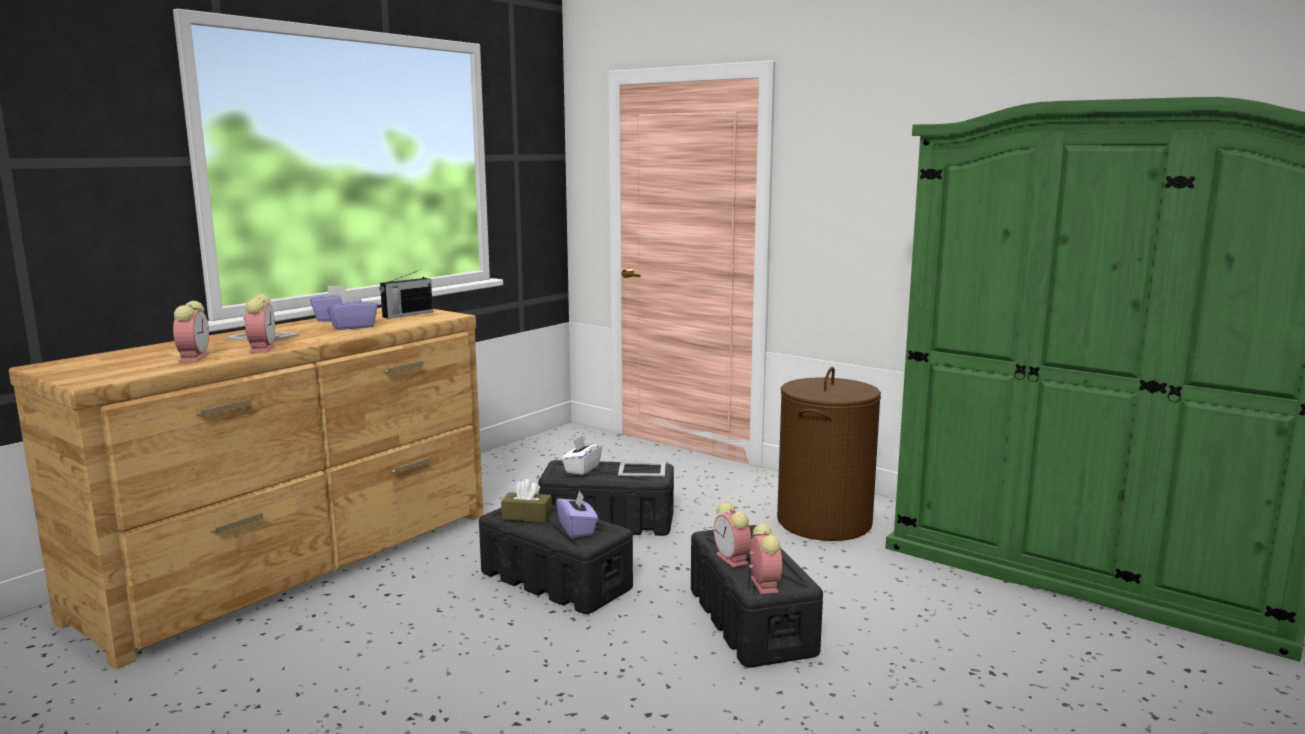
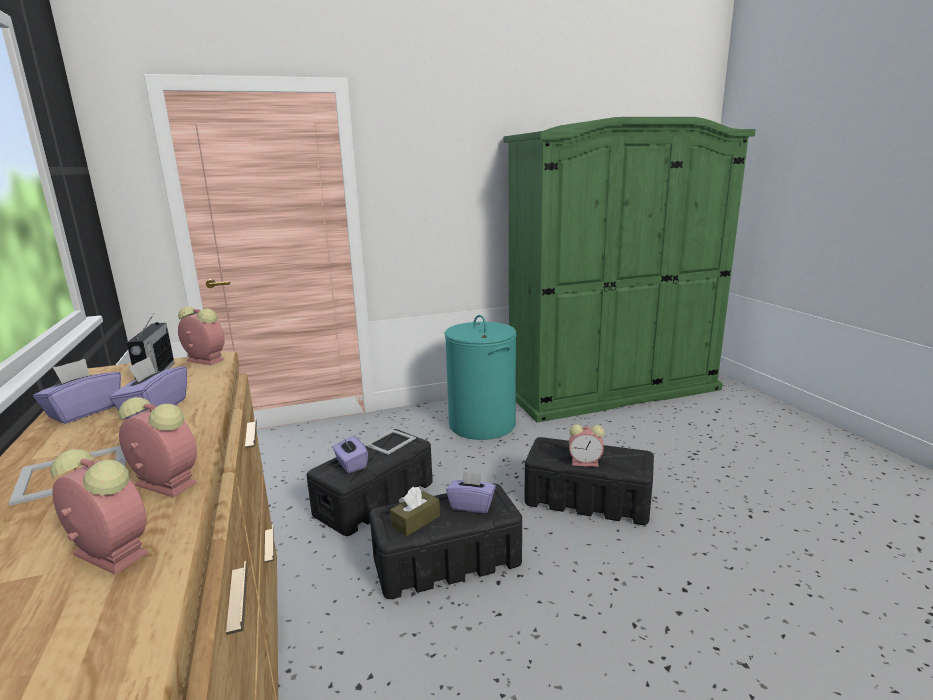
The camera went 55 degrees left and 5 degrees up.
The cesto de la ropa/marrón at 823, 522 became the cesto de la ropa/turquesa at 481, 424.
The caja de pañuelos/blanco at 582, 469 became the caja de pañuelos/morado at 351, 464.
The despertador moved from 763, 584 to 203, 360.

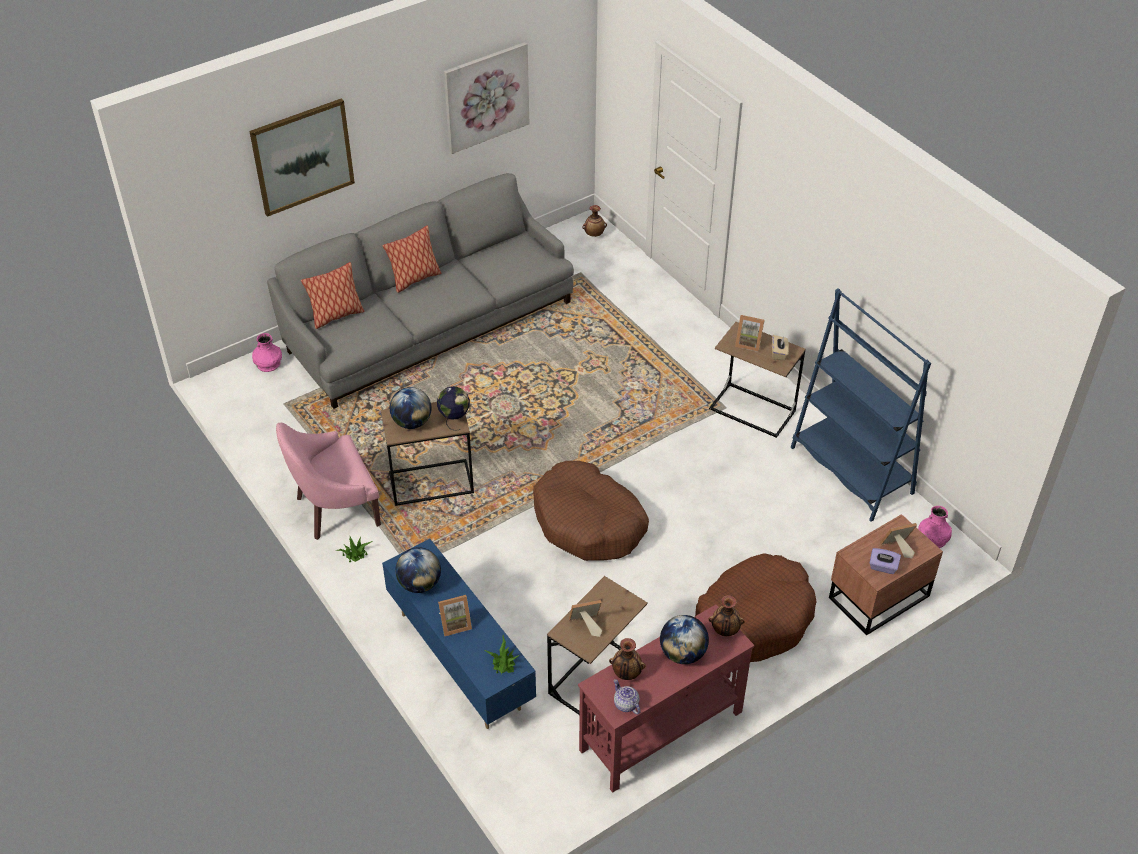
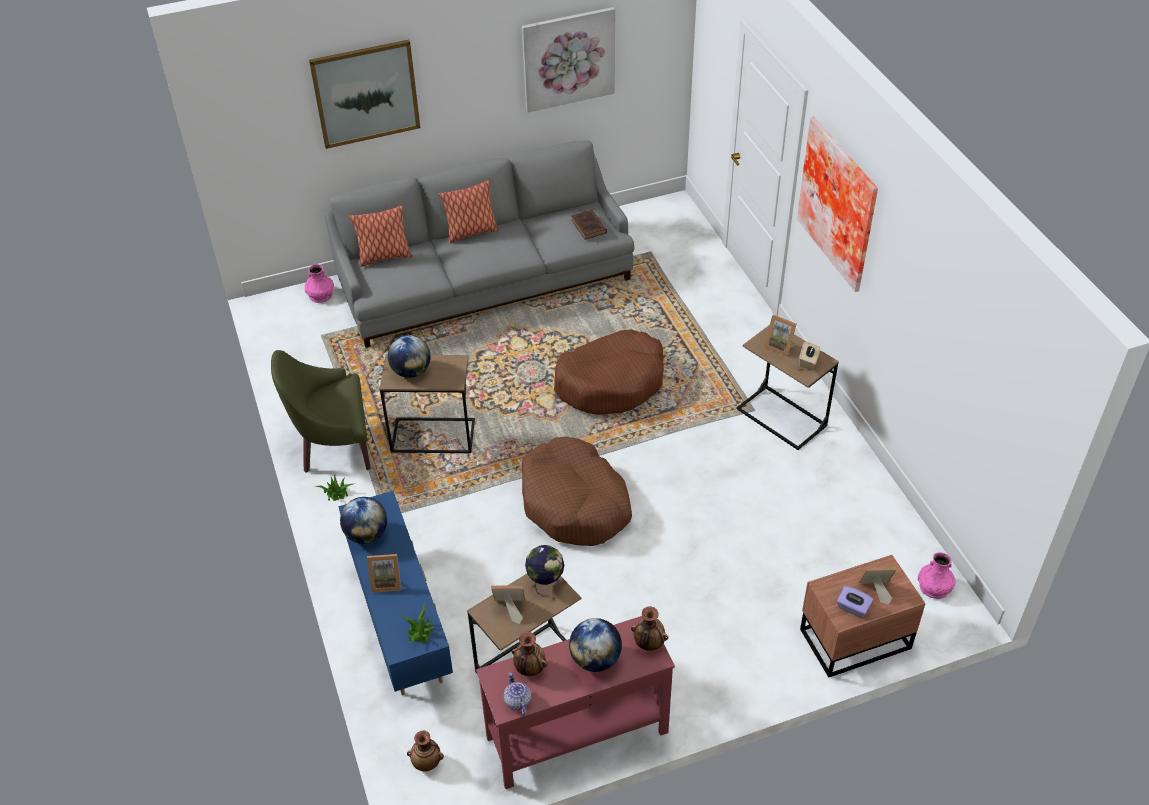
The camera went 15 degrees right and 0 degrees up.
The florero moved from 594, 234 to 427, 762.
The estantería/azul at 851, 470 disappeared.
The globo terráqueo moved from 454, 420 to 545, 582.
The sillón/rosa at 335, 508 became the sillón/verde at 333, 445.
The cama para perro/marrón moved from 754, 618 to 611, 382.
The cuadro at 841, 203 appeared.
The libro/marrón at 589, 227 appeared.

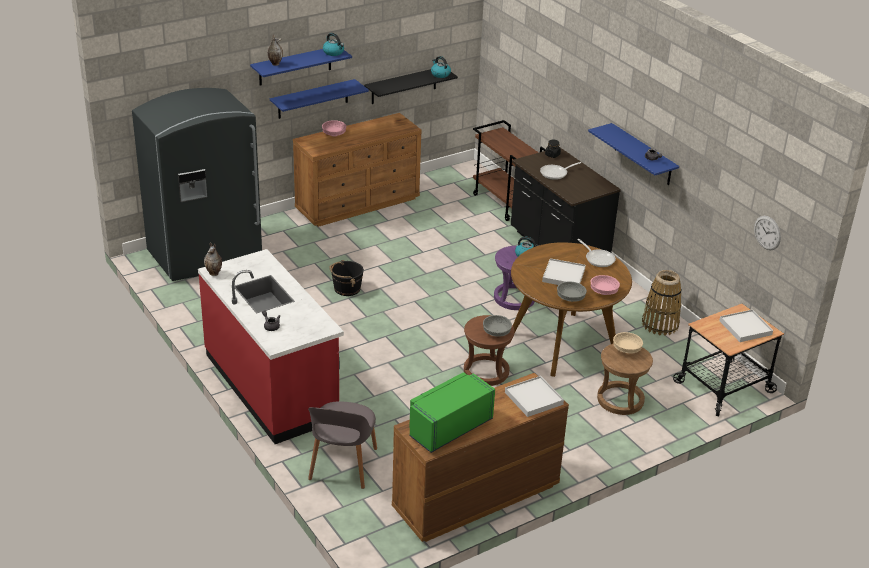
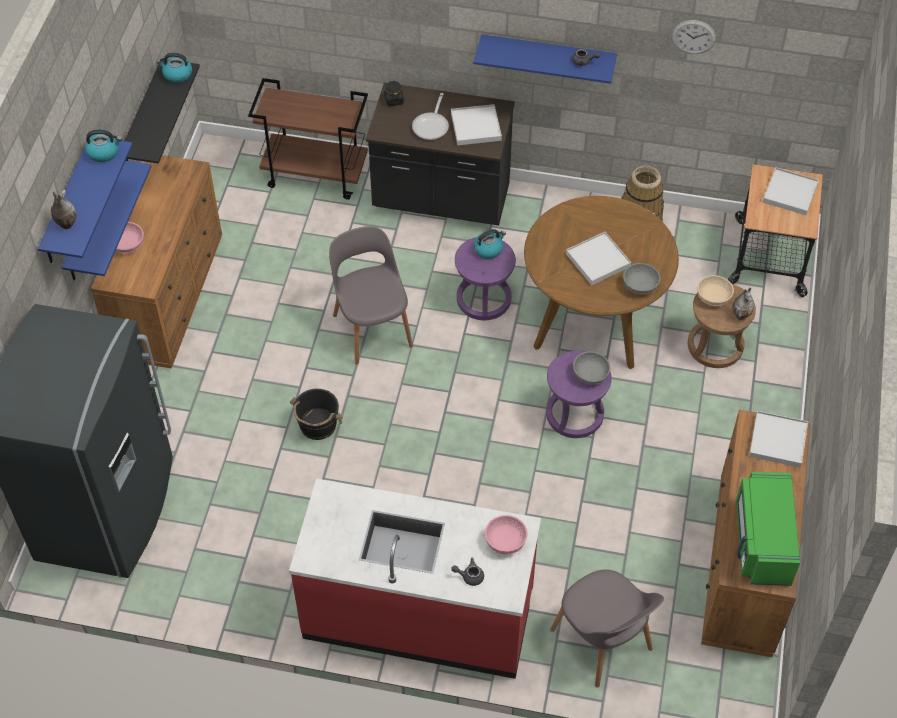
The camera went 45 degrees left and 20 degrees up.
The reloj de pared moved from 767, 232 to 693, 37.
The sartén at 598, 259 disappeared.
The florero moved from 214, 273 to 741, 315.
The cuenco/rosa moved from 604, 292 to 506, 541.
The taburete/marrón at 486, 371 became the taburete/morado at 574, 414.
The bandeja/blanco at 476, 127 appeared.
The silla/gris at 372, 328 appeared.

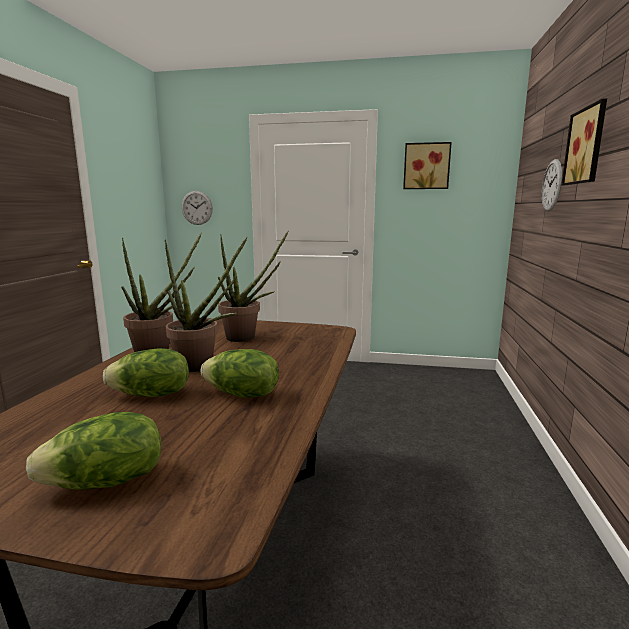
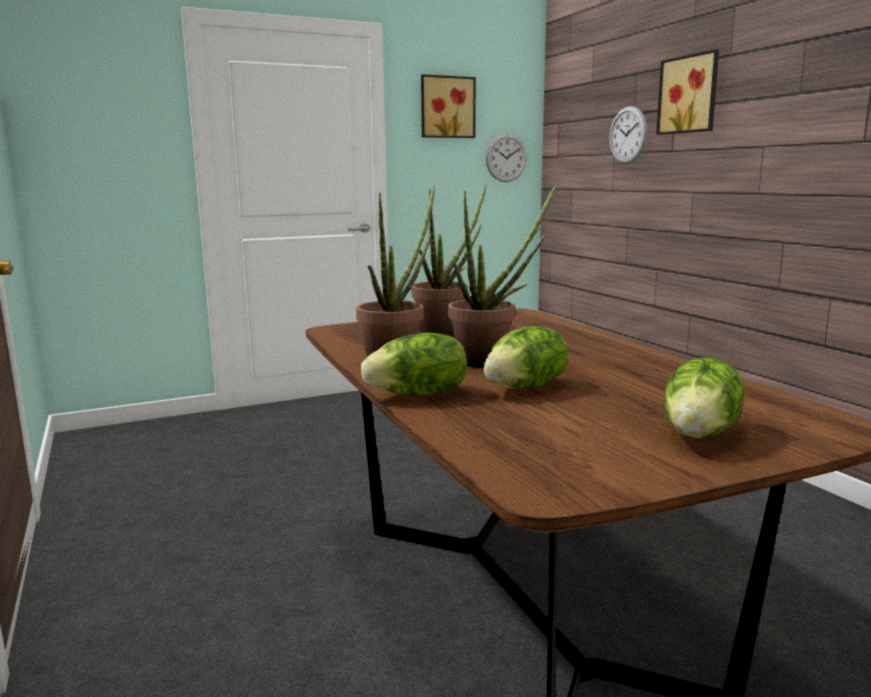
The camera went 35 degrees left and 0 degrees up.
The reloj de pared moved from 197, 208 to 506, 158.
The lechuga moved from 242, 394 to 418, 395.

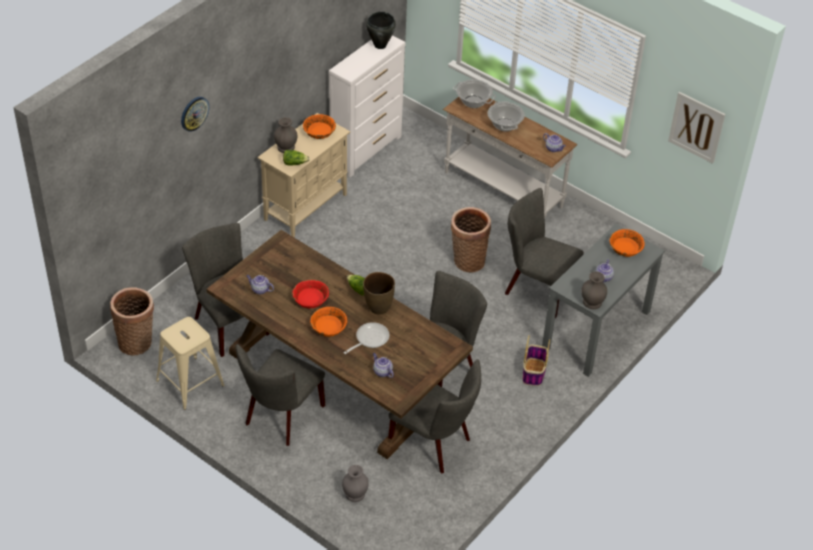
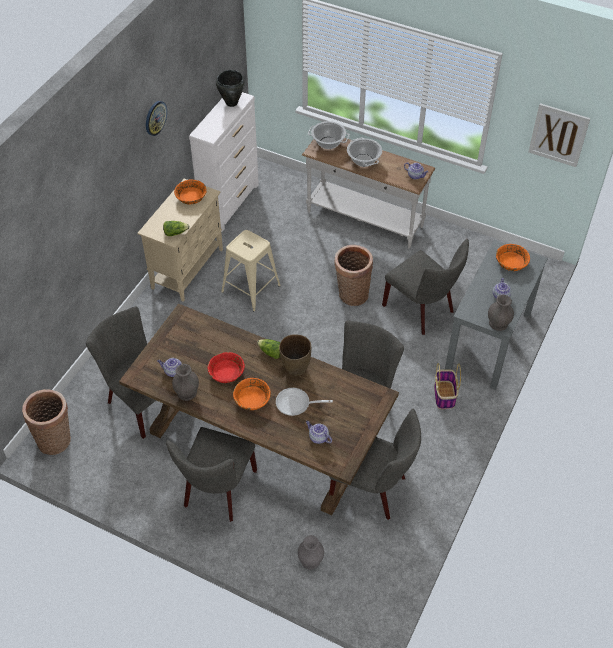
The camera went 10 degrees left and 5 degrees up.
The reloj de pared moved from 194, 113 to 155, 118.
The florero/gris moved from 285, 147 to 186, 392.
The silla/gris at 536, 288 turned 150 degrees counterclockwise.
The taburete/beis moved from 189, 383 to 250, 288.
The sartén at 369, 339 turned 120 degrees counterclockwise.

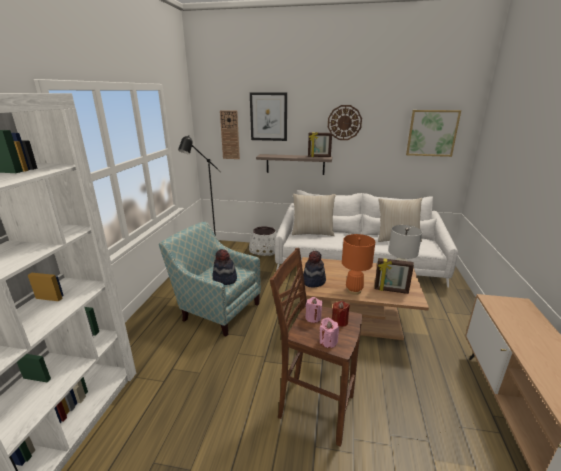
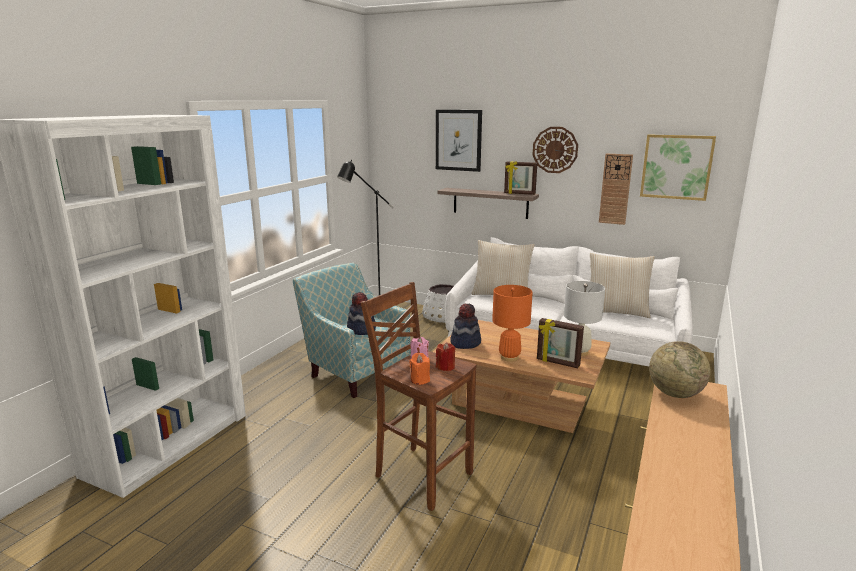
The camera went 15 degrees right and 5 degrees down.
The reloj de pared moved from 230, 135 to 615, 189.
The vela/rosa at 328, 341 became the vela/naranja at 420, 380.
The globo terráqueo at 675, 394 appeared.

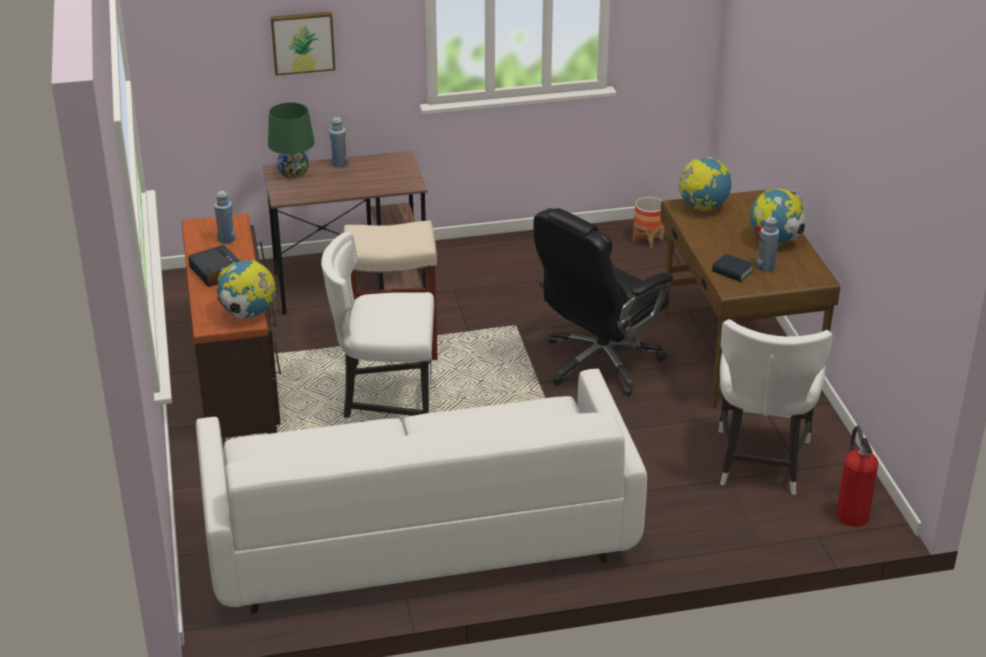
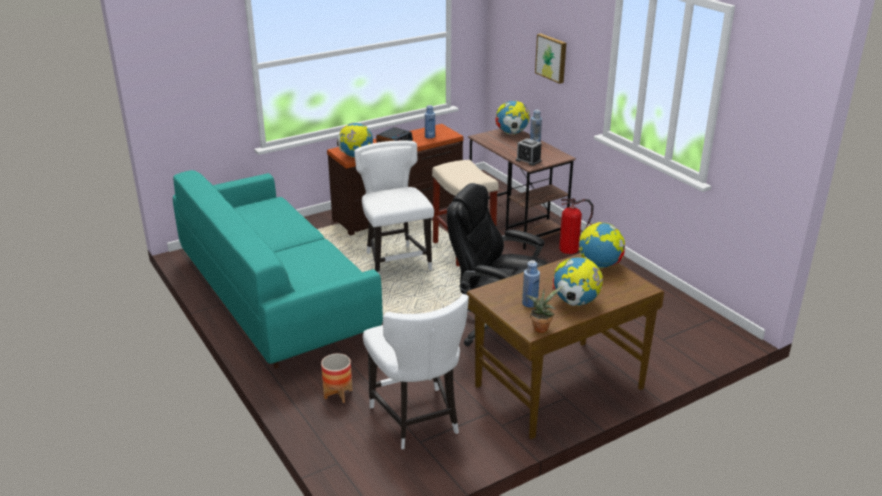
The camera went 70 degrees right and 5 degrees down.
The lámpara de mesa/verde at 293, 172 was replaced by the globo terráqueo at 511, 133.
The maceta moved from 648, 240 to 338, 394.
The libro at 732, 271 disappeared.
The silla/blanco at 760, 463 turned 105 degrees counterclockwise.
The sofá/blanco at 418, 536 became the sofá/turquesa at 276, 296.
The extintor moved from 851, 513 to 570, 248.
The despertador at 528, 160 appeared.
The planta en maceta at 541, 327 appeared.

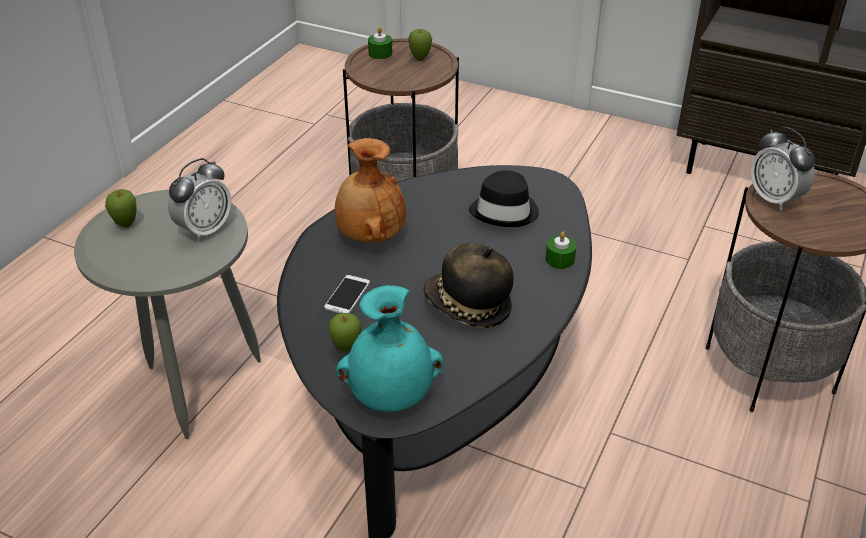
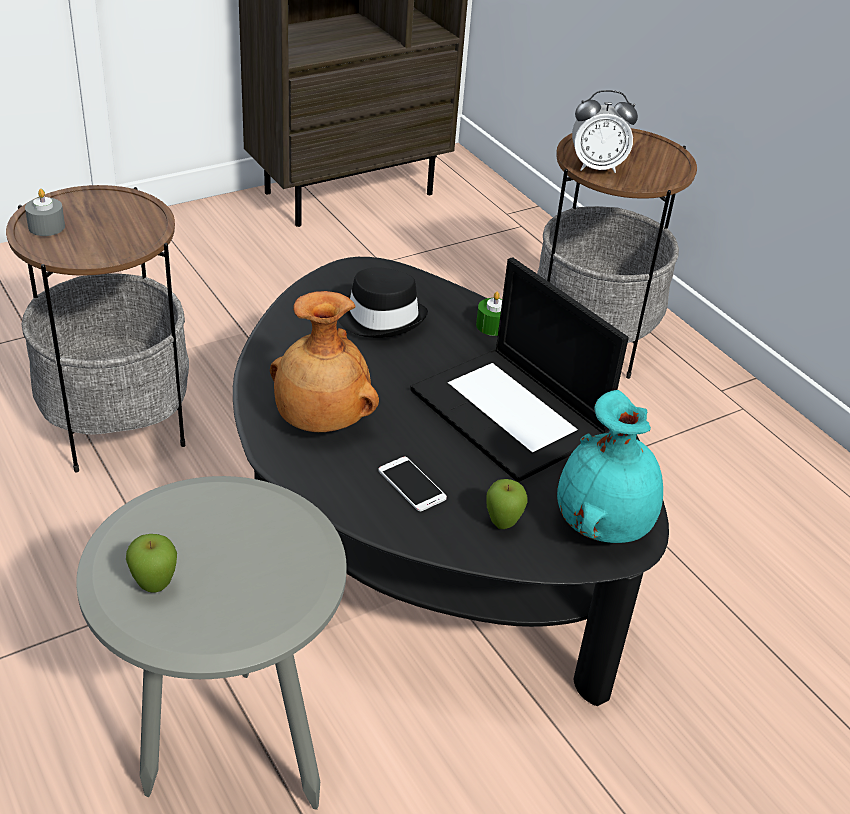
The camera went 60 degrees left and 0 degrees up.
The vela/verde at 380, 53 became the vela/gris at 46, 226.
The manzana at 420, 59 disappeared.
The despertador at 204, 230 disappeared.
The sombrero at 467, 307 was replaced by the portátil at 511, 413.

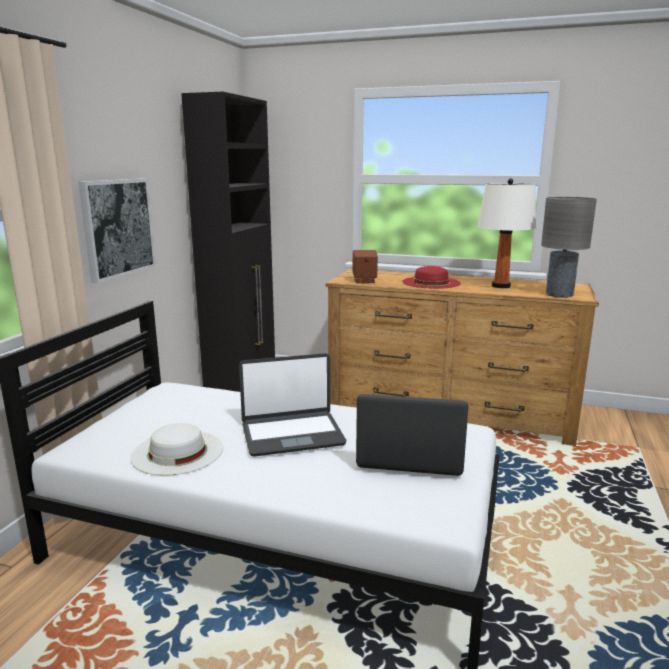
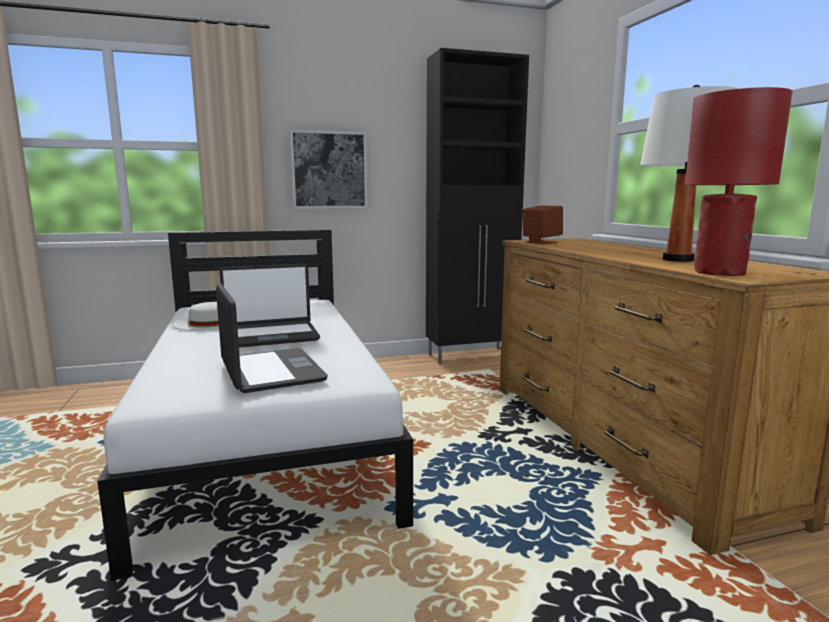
The camera went 55 degrees right and 5 degrees down.
The lámpara de mesa/gris at 559, 295 became the lámpara de mesa/rojo at 720, 273.
The sombrero/rojo at 431, 282 disappeared.
The portátil at 292, 434 turned 60 degrees counterclockwise.

